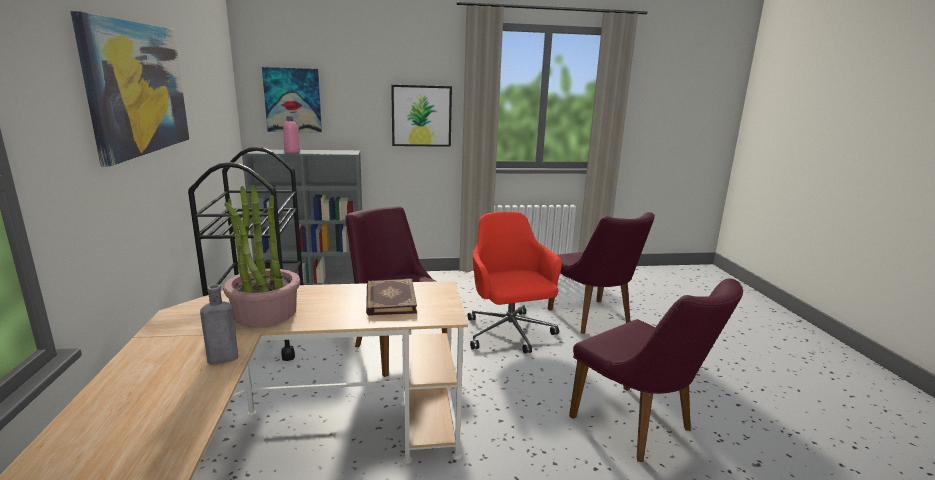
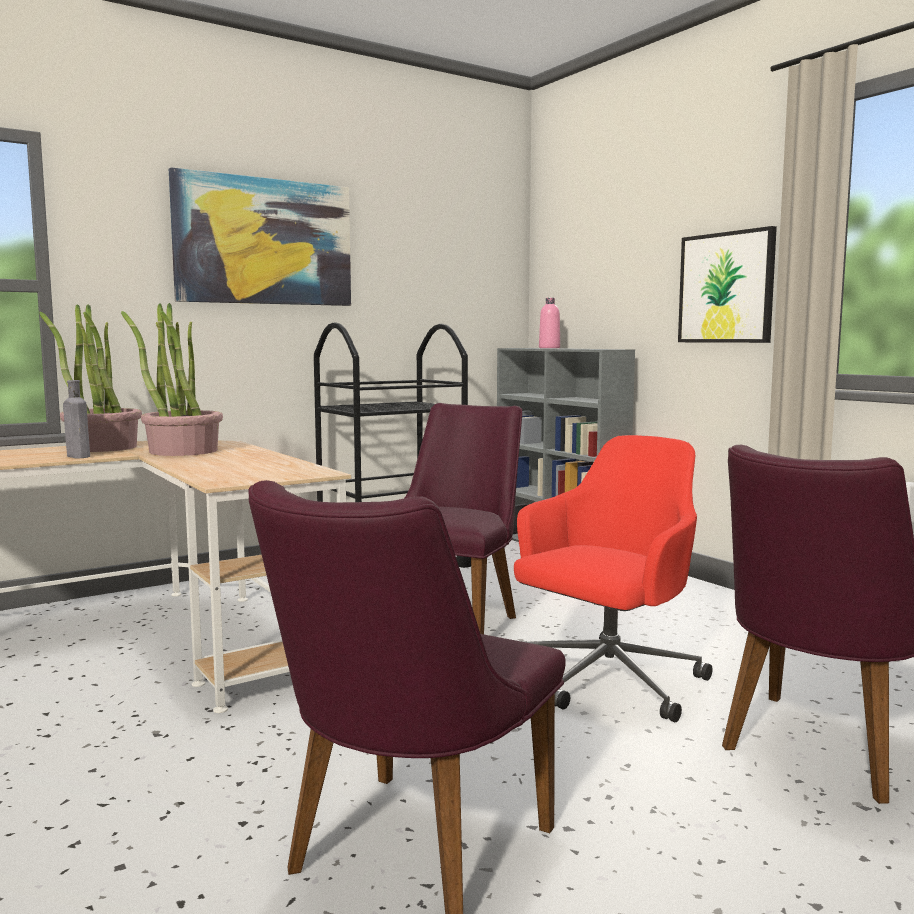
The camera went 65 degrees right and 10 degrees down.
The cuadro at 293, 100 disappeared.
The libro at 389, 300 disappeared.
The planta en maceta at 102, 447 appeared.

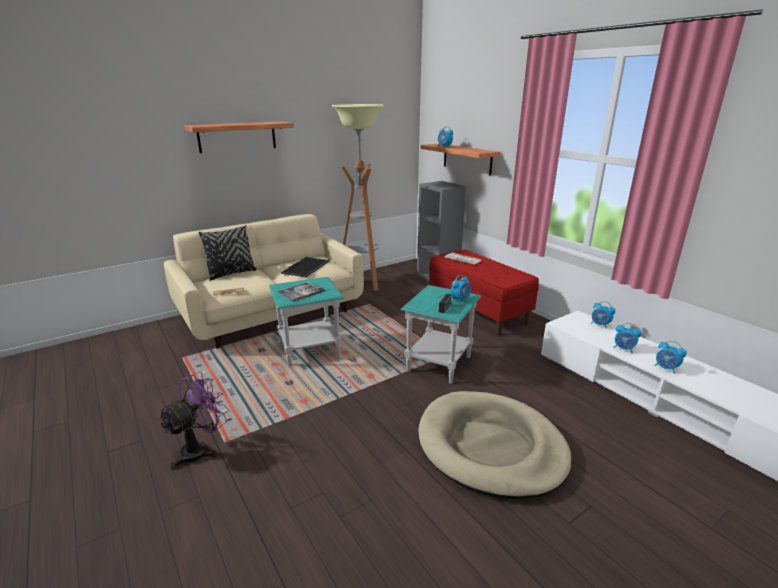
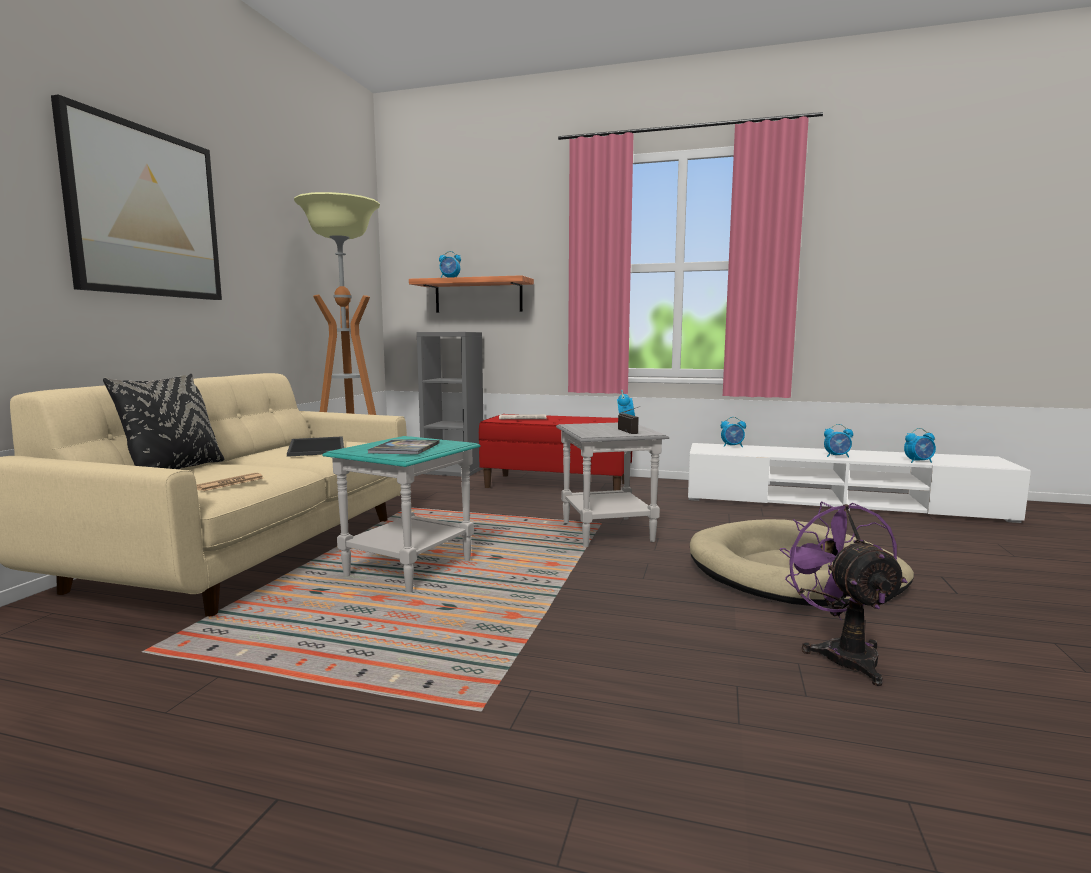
The camera went 40 degrees left and 15 degrees down.
The estante at 237, 137 was replaced by the cuadro at 145, 212.
The mesa auxiliar/turquesa at 439, 363 became the mesa auxiliar/gris at 606, 531.
The despertador moved from 623, 349 to 919, 462.
The ventilador/morado moved from 200, 449 to 842, 653.

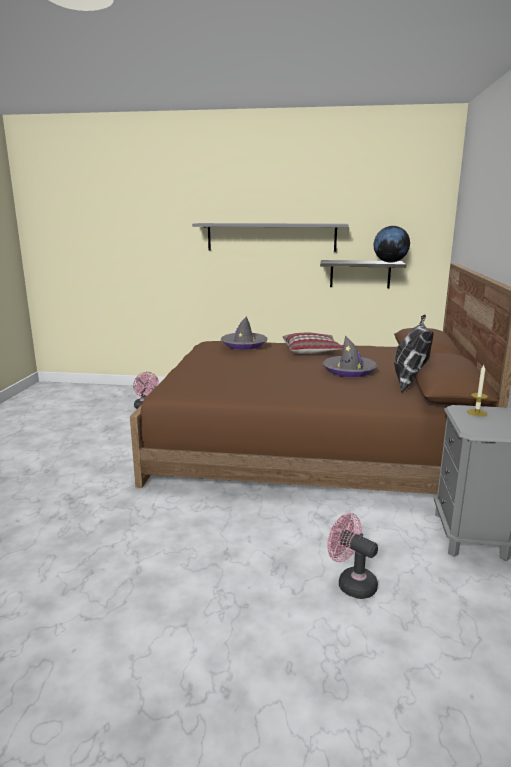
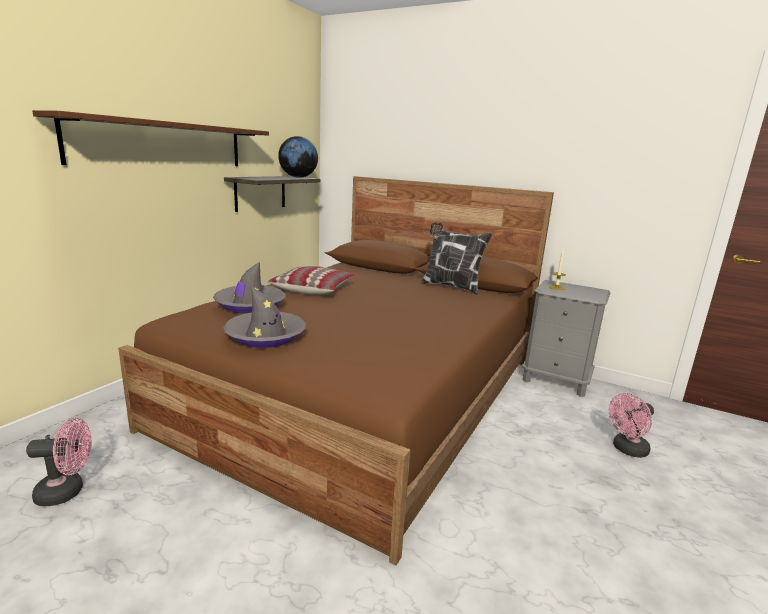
The camera went 70 degrees left and 0 degrees up.
The estante/gris at 271, 237 became the estante/marrón at 162, 144.
The sombrero/gris moved from 349, 371 to 266, 336.

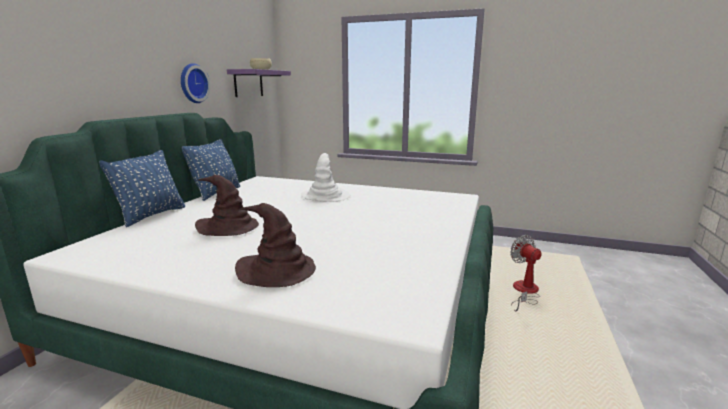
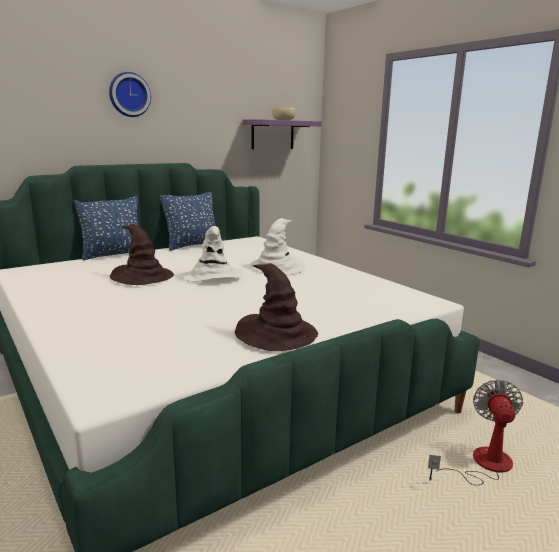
The camera went 35 degrees right and 0 degrees up.
The reloj de pared moved from 192, 83 to 129, 95.
The sombrero/marrón moved from 277, 270 to 276, 335.
The sombrero/blanco at 212, 276 appeared.

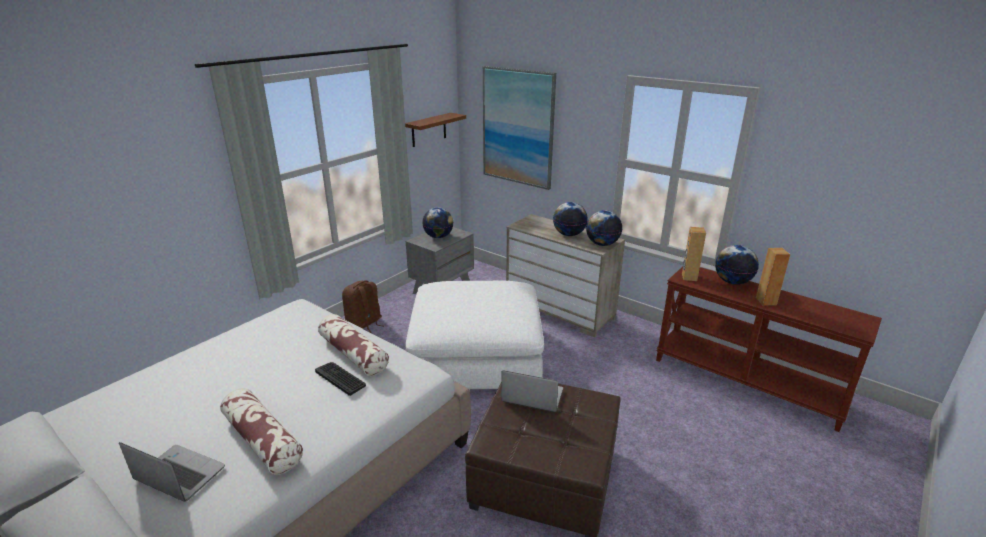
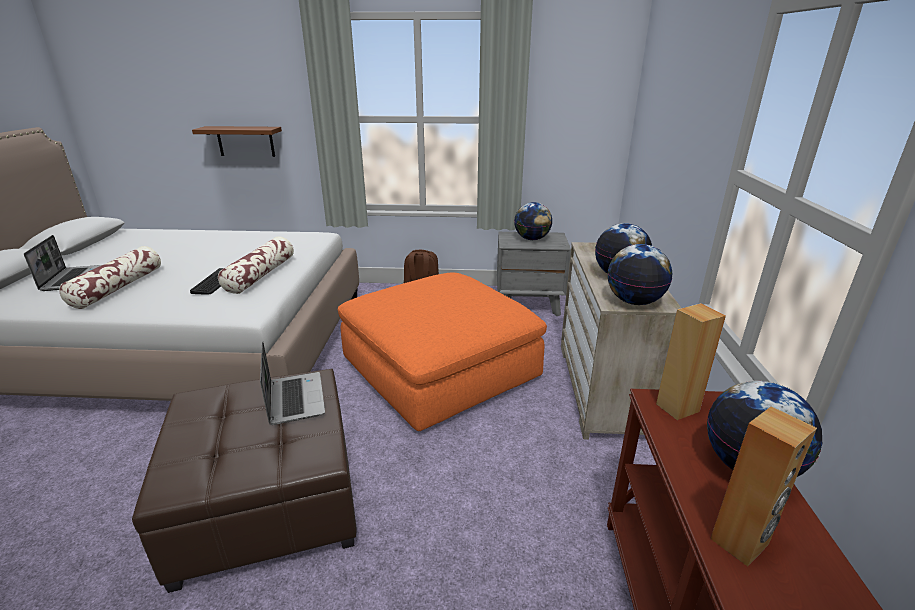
The camera went 55 degrees right and 0 degrees up.
The cuadro at 518, 127 disappeared.
The estante/marrón moved from 429, 130 to 245, 141.
The puf/blanco at 476, 356 became the puf/naranja at 440, 369.

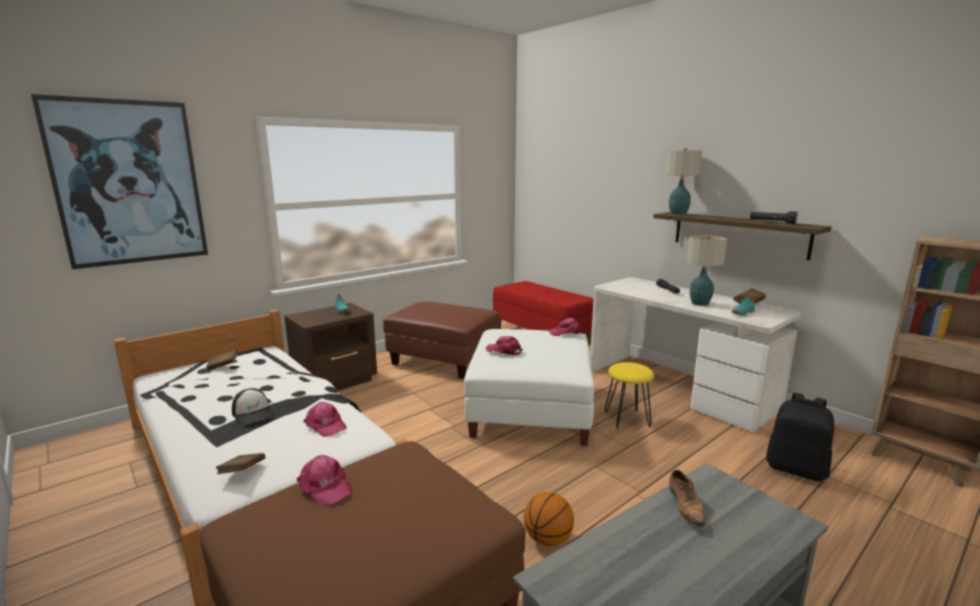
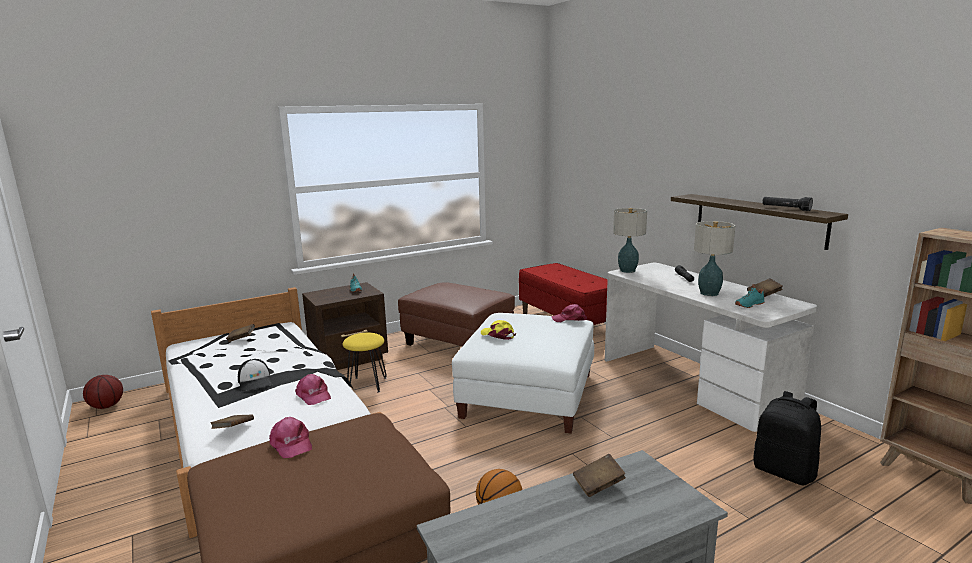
The camera went 10 degrees right and 0 degrees up.
The cuadro at 129, 183 disappeared.
The lámpara de mesa moved from 677, 214 to 627, 270.
The gorra/rosa at 504, 351 became the gorra/amarillo at 498, 335.
The taburete/amarillo moved from 626, 418 to 366, 384.
The zapato at 686, 506 was replaced by the libro/marrón at 598, 485.
The balón de baloncesto at 106, 406 appeared.

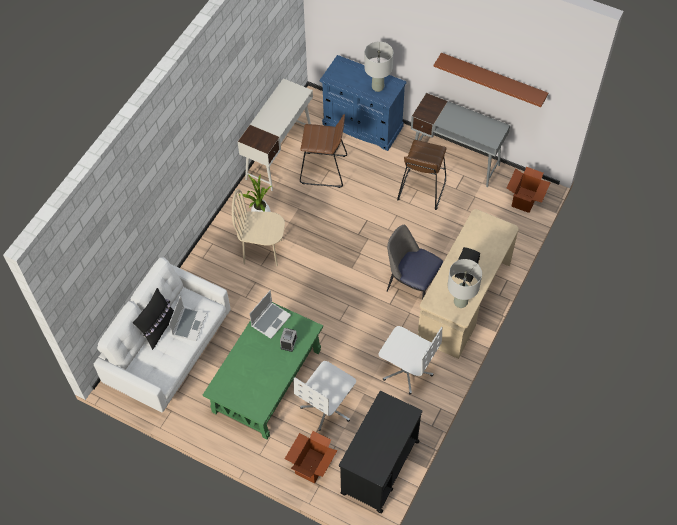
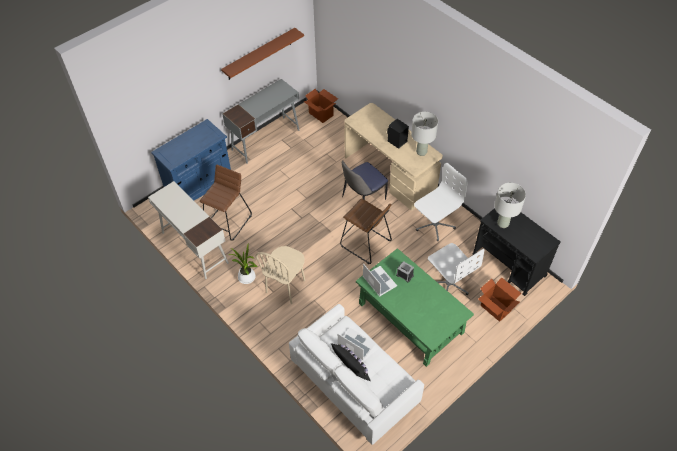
The camera went 70 degrees left and 5 degrees down.
The lámpara de mesa/gris moved from 377, 87 to 502, 223.
The taburete/marrón moved from 421, 189 to 365, 244.

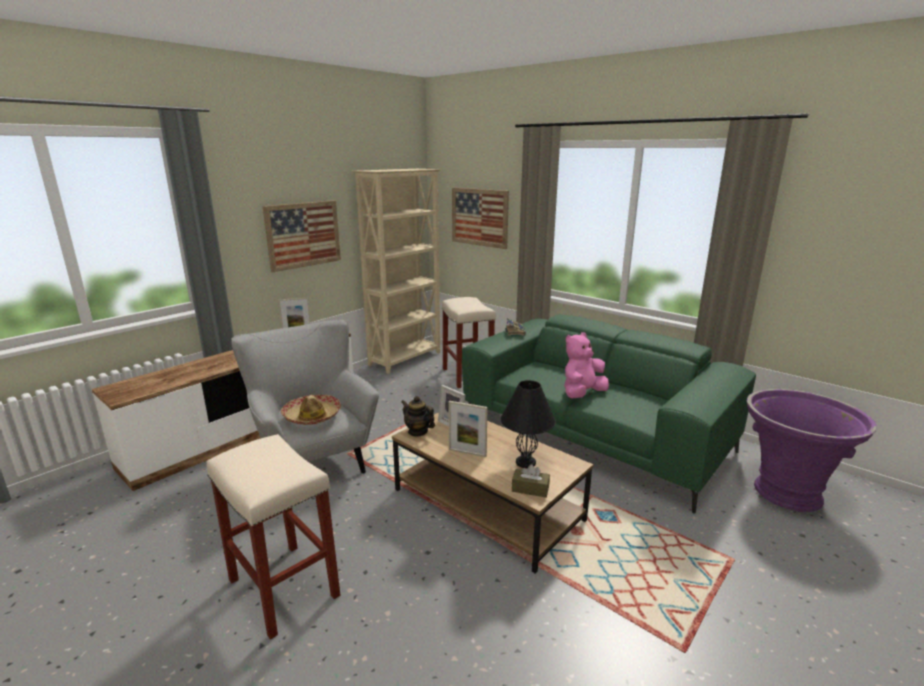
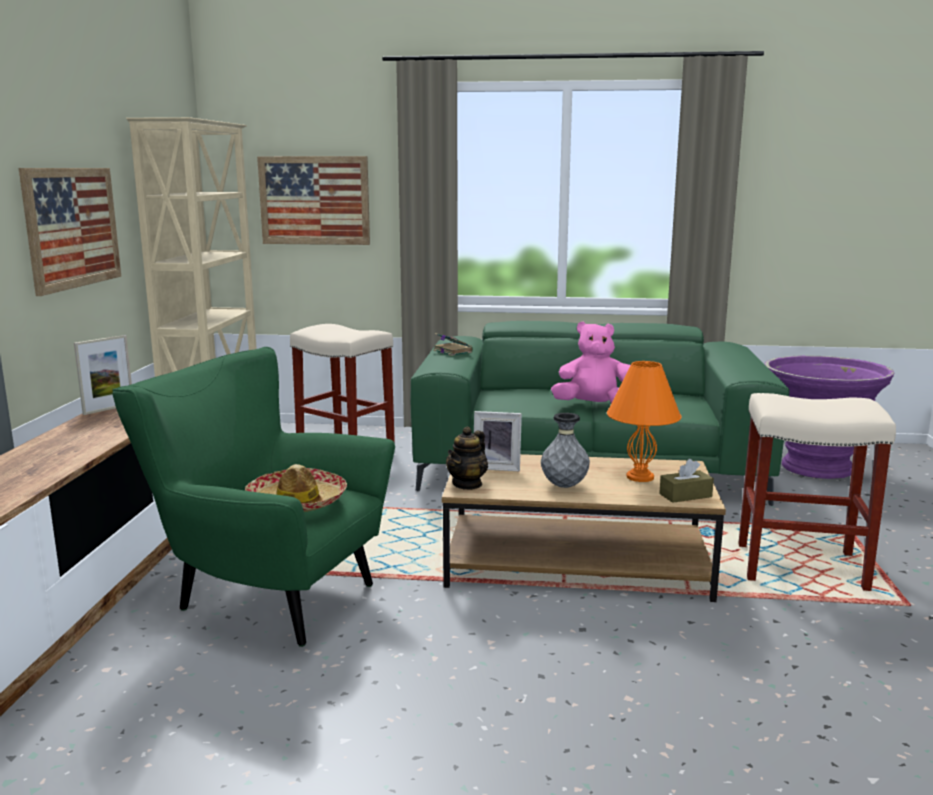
The camera went 35 degrees left and 5 degrees down.
The sillón/gris at 313, 459 became the sillón/verde at 264, 595.
The peluche/rosa at 582, 394 turned 75 degrees clockwise.
The lámpara de mesa/negro at 525, 462 became the lámpara de mesa/naranja at 639, 477.
The tetera at 418, 431 turned 60 degrees counterclockwise.
The portarretratos at 467, 452 was replaced by the florero/gris at 564, 486.
The taburete/beis moved from 285, 588 to 802, 567.

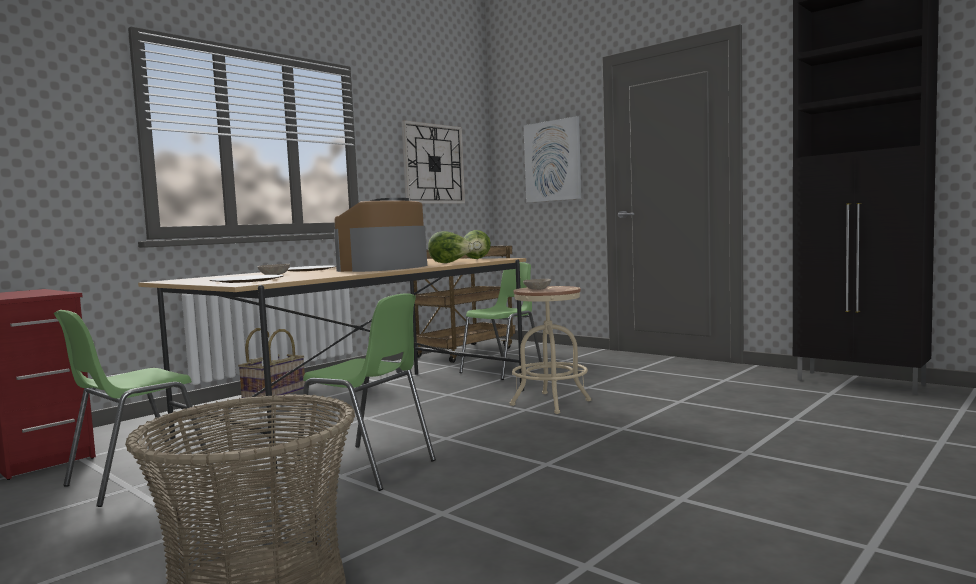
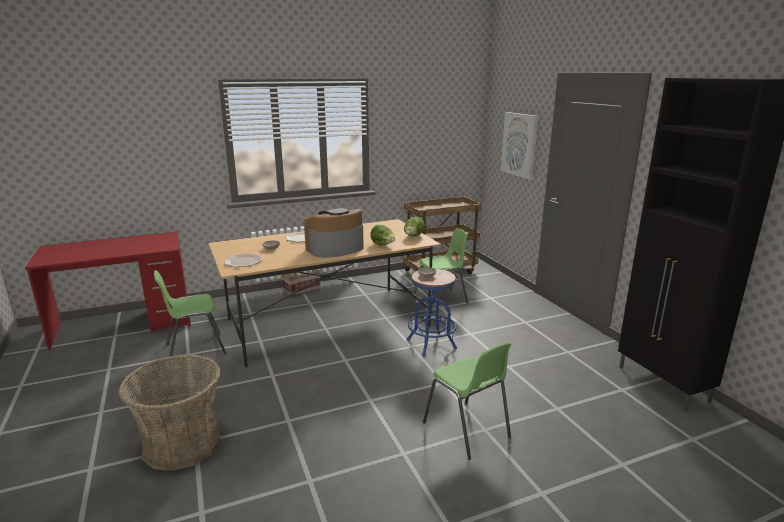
The camera went 25 degrees right and 15 degrees up.
The reloj de pared at 433, 164 disappeared.
The taburete/beis at 550, 403 became the taburete/azul at 431, 344.
The silla/verde moved from 367, 467 to 467, 430.

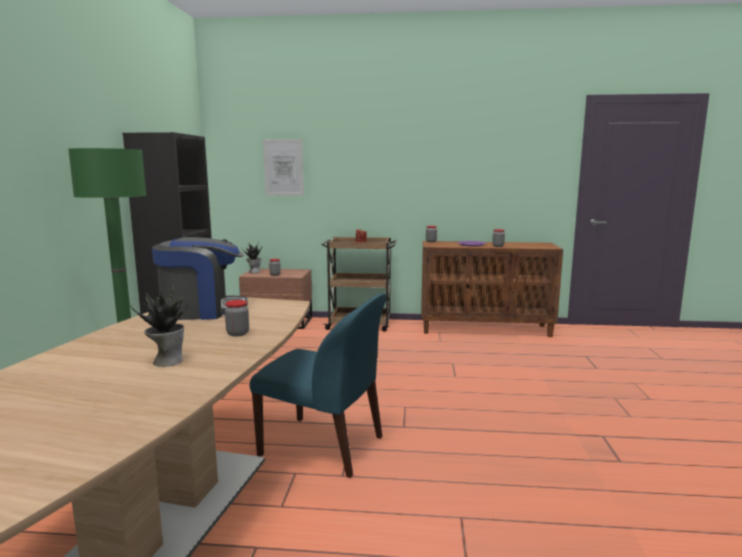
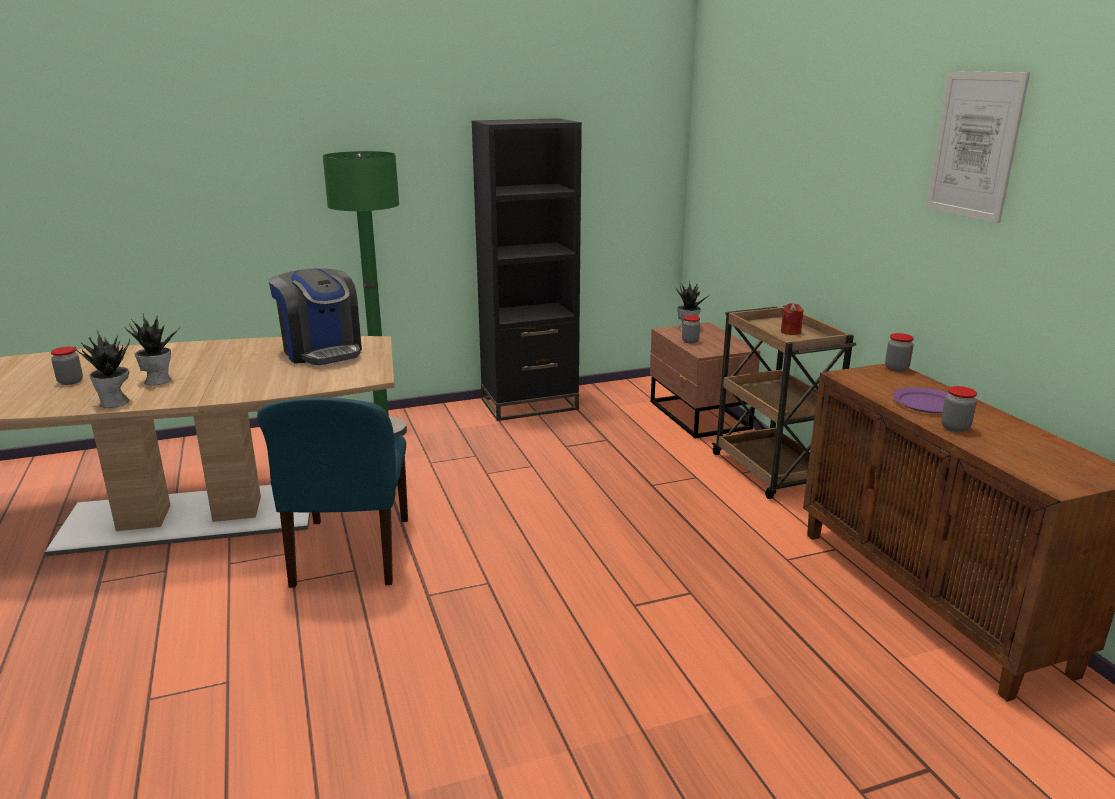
The camera went 65 degrees right and 10 degrees up.
The cuadro moved from 283, 167 to 974, 145.
The tarro moved from 238, 333 to 70, 381.
The planta en maceta at 116, 403 appeared.

